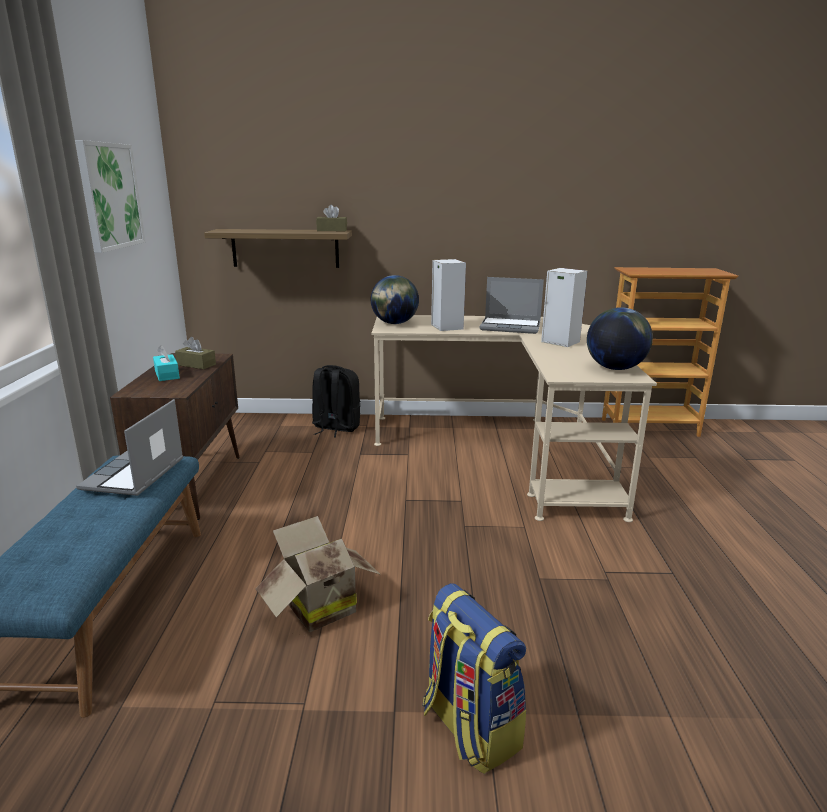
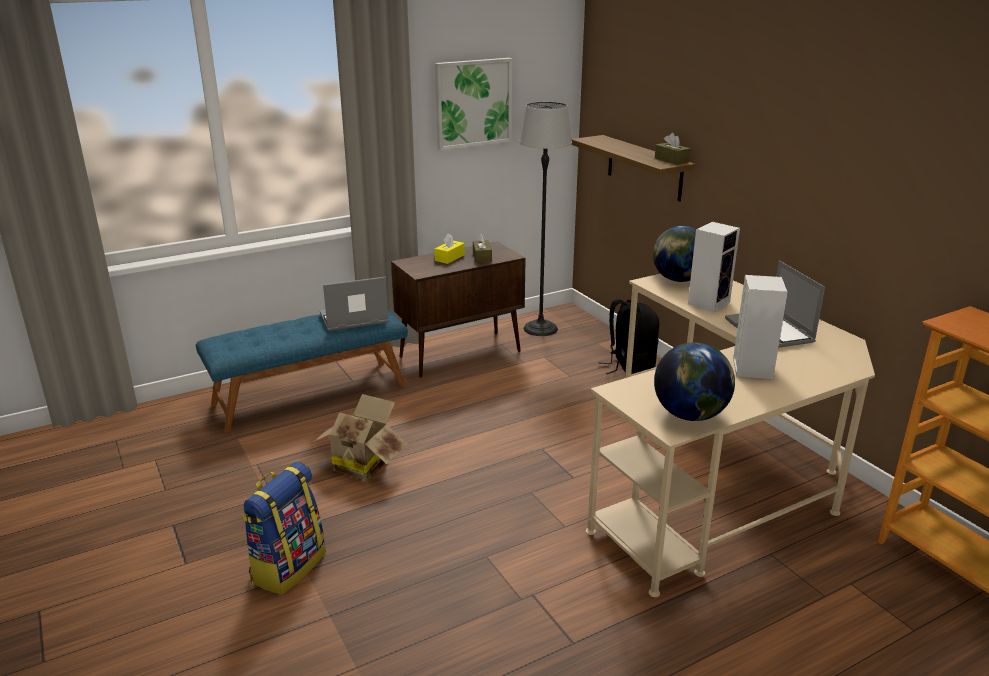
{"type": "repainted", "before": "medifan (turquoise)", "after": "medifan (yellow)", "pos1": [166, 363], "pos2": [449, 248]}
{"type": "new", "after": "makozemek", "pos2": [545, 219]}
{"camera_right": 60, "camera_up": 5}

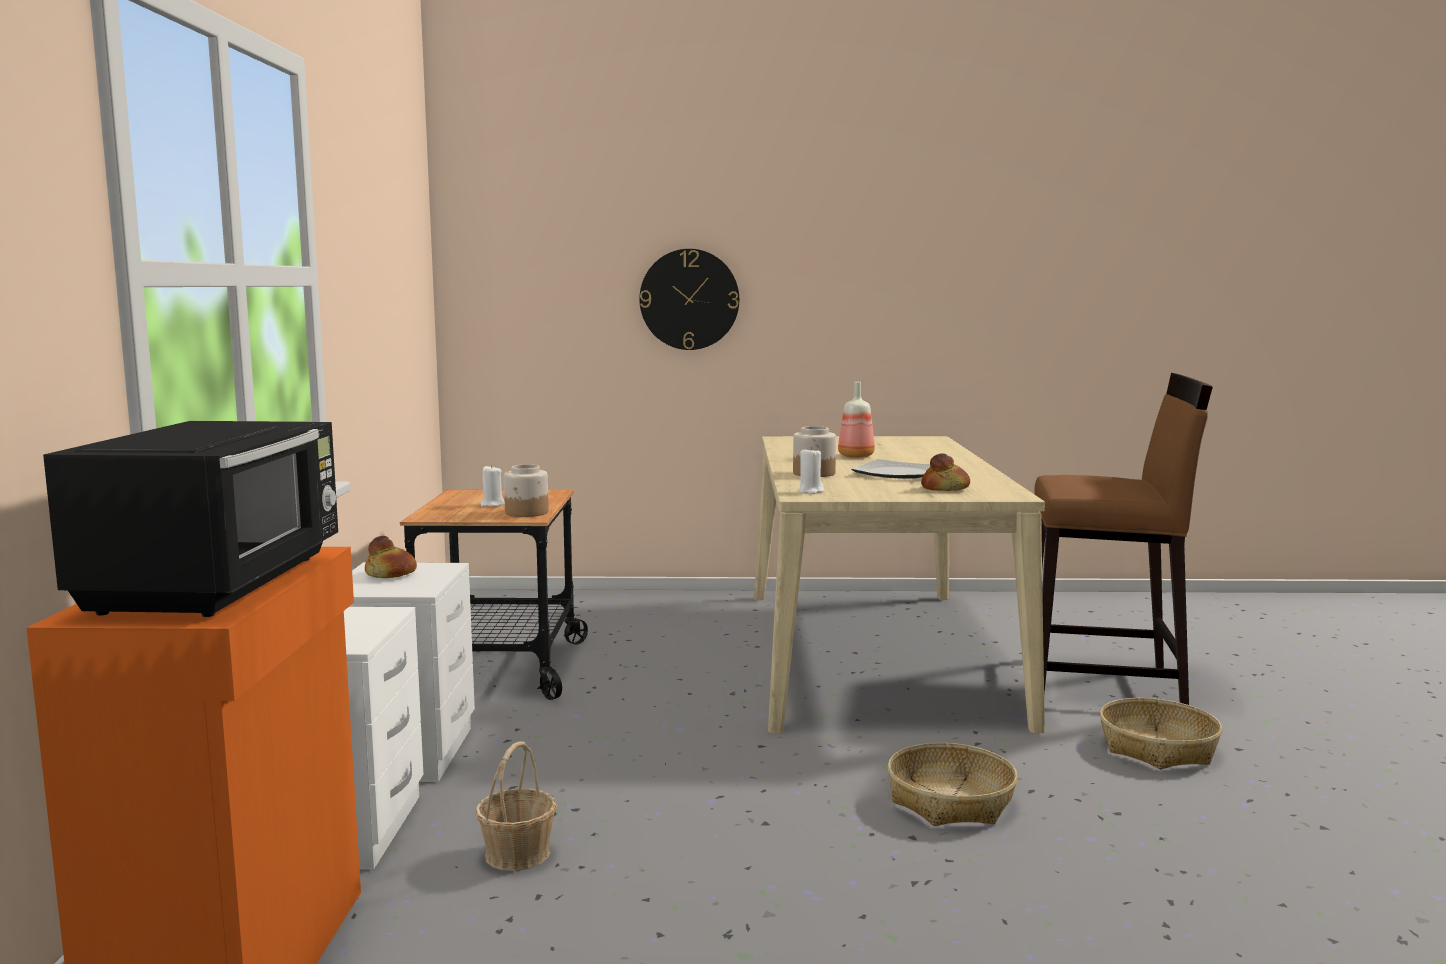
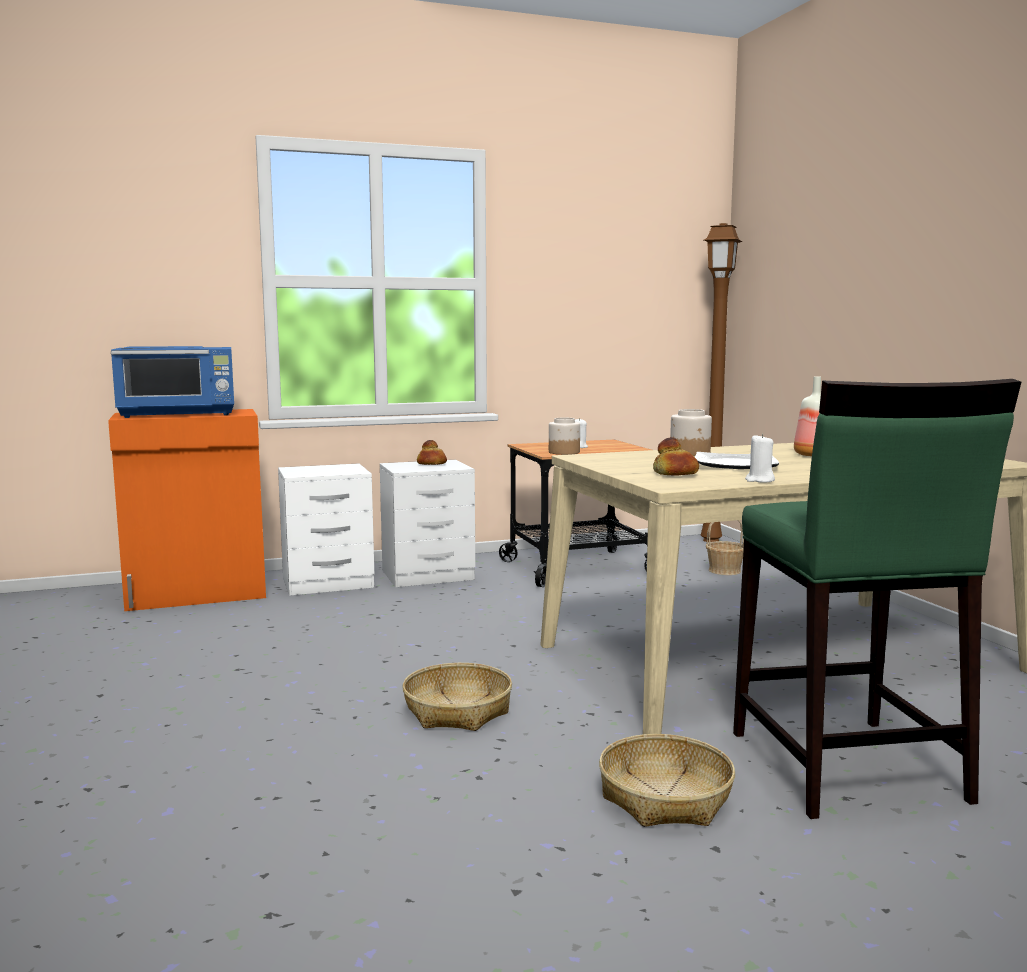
{"type": "repainted", "before": "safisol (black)", "after": "safisol (blue)", "pos1": [190, 519], "pos2": [172, 382]}
{"type": "shifted", "before": "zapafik", "pos1": [516, 806], "pos2": [725, 547]}
{"type": "gone", "before": "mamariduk", "pos1": [689, 299]}
{"type": "shifted", "before": "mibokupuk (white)", "pos1": [810, 470], "pos2": [760, 458]}
{"type": "repainted", "before": "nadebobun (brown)", "after": "nadebobun (green)", "pos1": [1123, 539], "pos2": [877, 599]}
{"type": "new", "after": "makozemek (brown)", "pos2": [721, 382]}
{"camera_right": 70, "camera_up": 0}

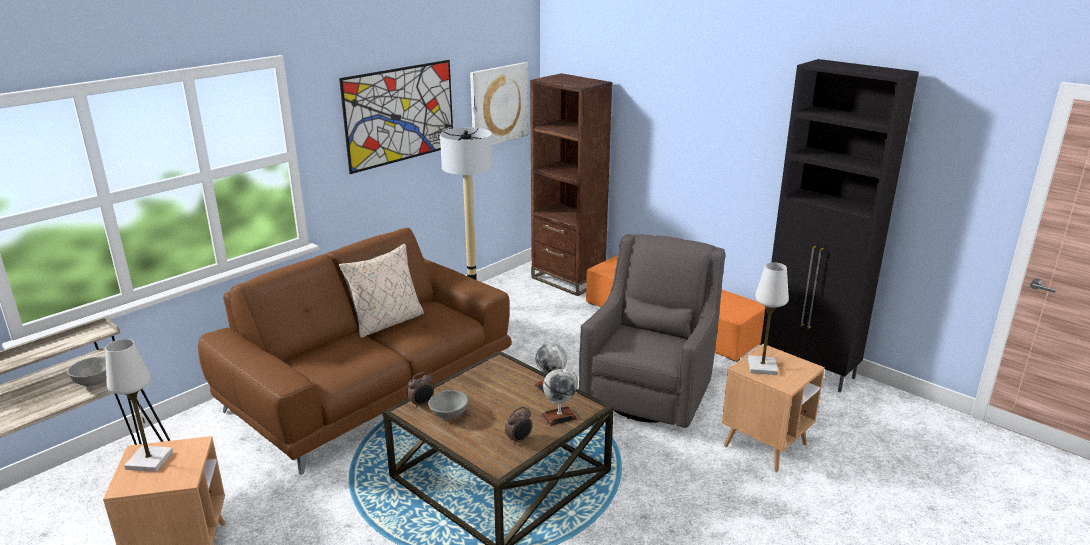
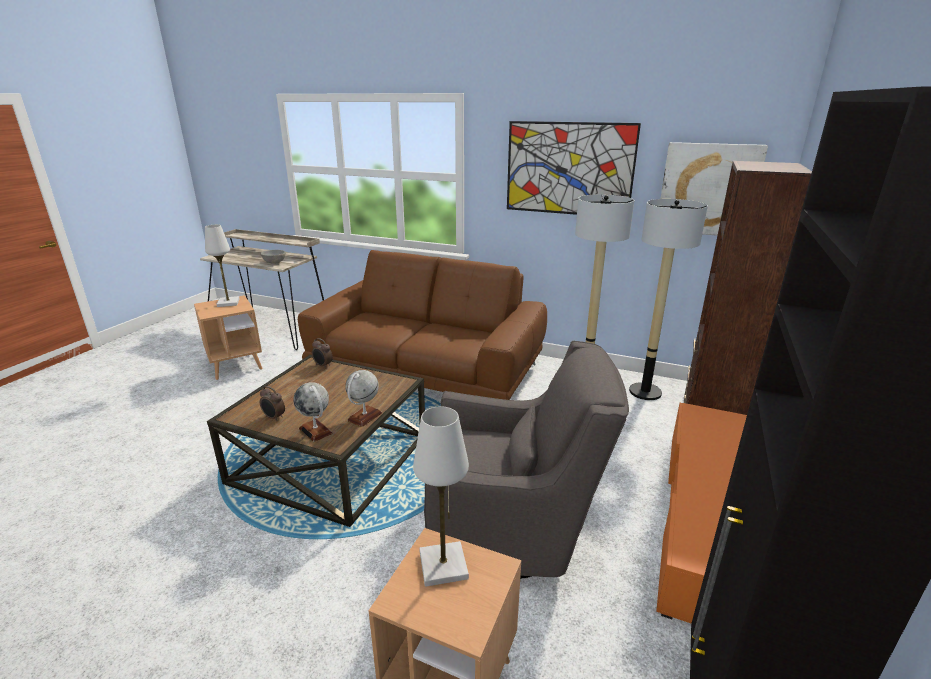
{"type": "gone", "before": "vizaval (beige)", "pos1": [381, 291]}
{"type": "gone", "before": "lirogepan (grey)", "pos1": [448, 404]}
{"type": "new", "after": "makozemek", "pos2": [668, 299]}
{"camera_right": 70, "camera_up": 0}

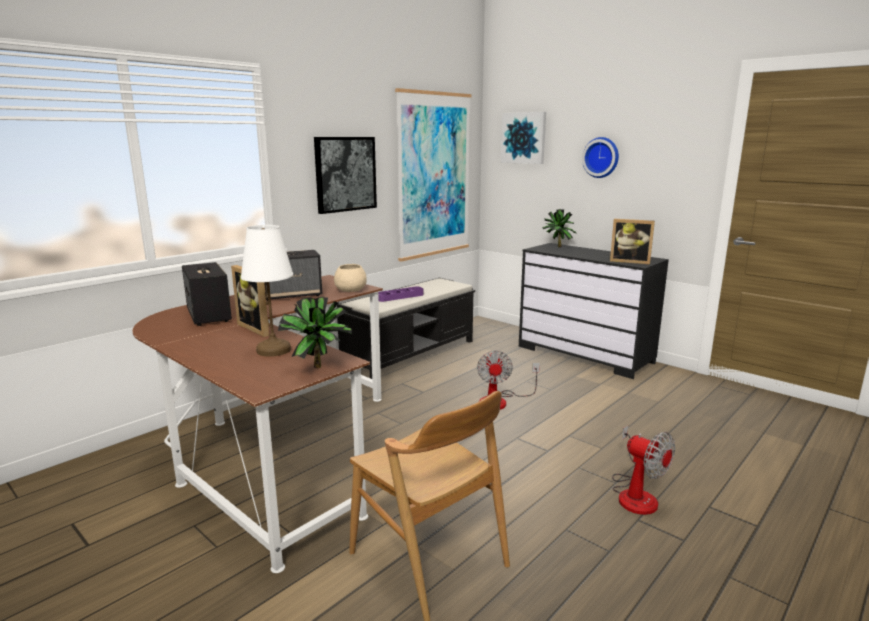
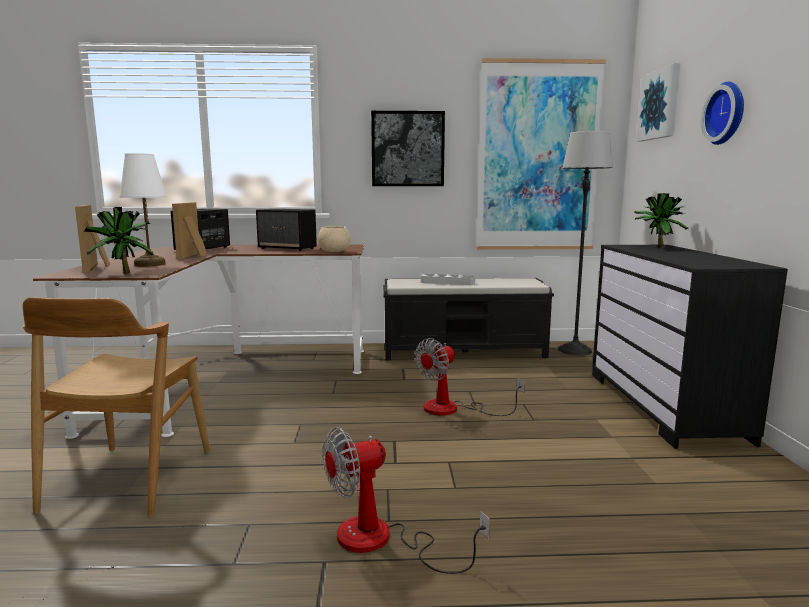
{"type": "repainted", "before": "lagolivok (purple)", "after": "lagolivok (grey)", "pos1": [400, 294], "pos2": [448, 279]}
{"type": "shifted", "before": "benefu", "pos1": [632, 242], "pos2": [92, 238]}
{"type": "rotated", "before": "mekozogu", "pos1": [643, 470], "pos2": [406, 500], "turn": 60}
{"type": "new", "after": "makozemek", "pos2": [585, 243]}
{"camera_right": 45, "camera_up": -5}

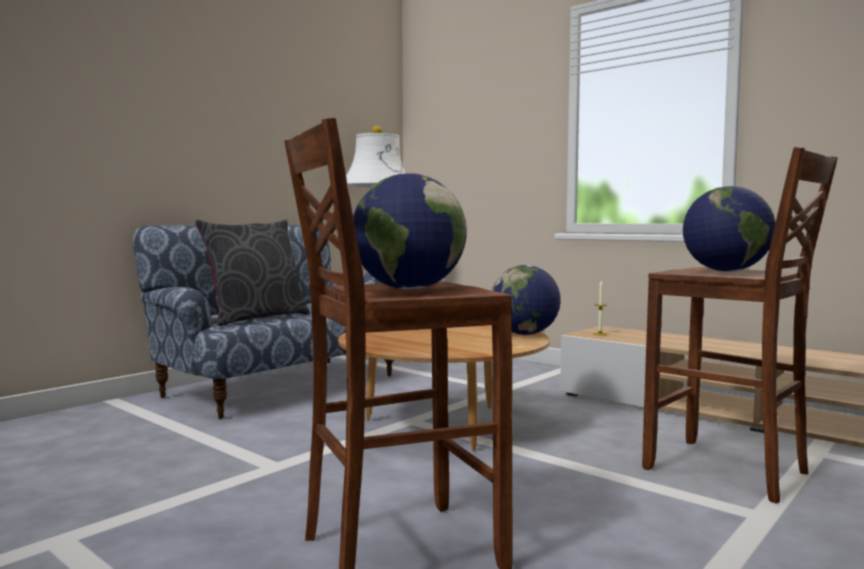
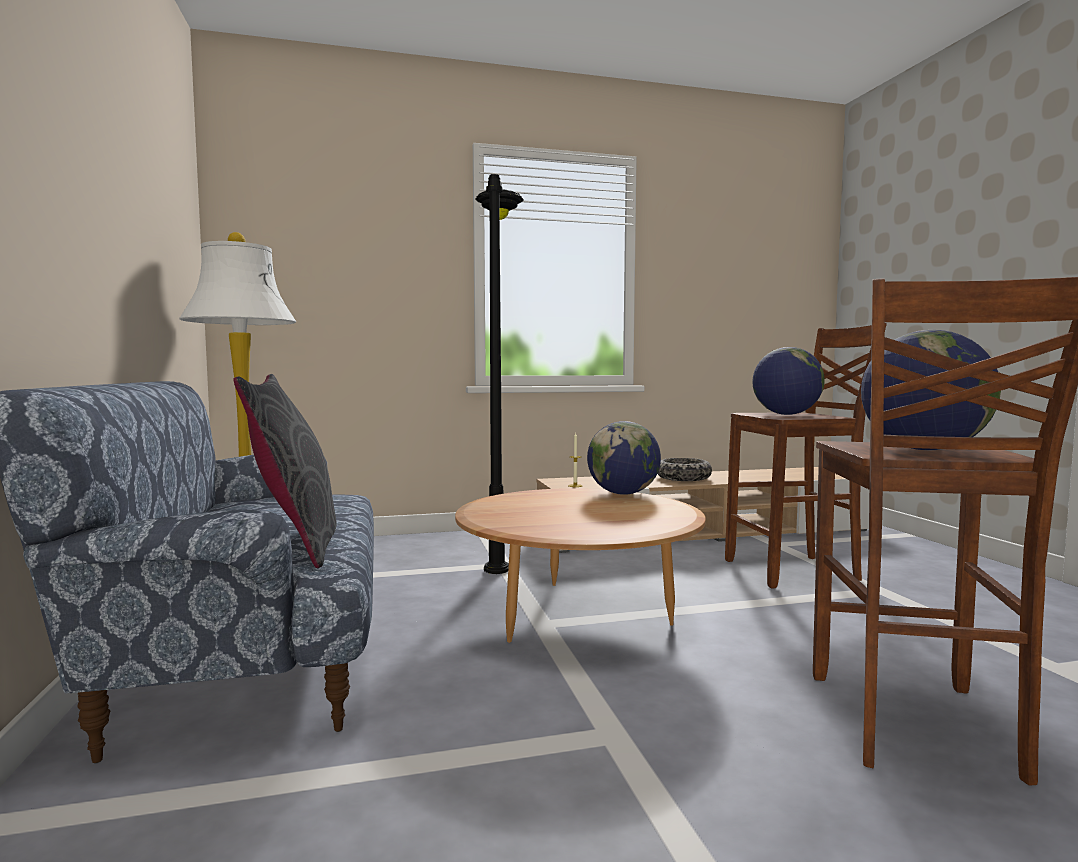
{"type": "new", "after": "makozemek (black)", "pos2": [499, 374]}
{"type": "new", "after": "lirogepan", "pos2": [684, 469]}
{"camera_right": -55, "camera_up": 0}

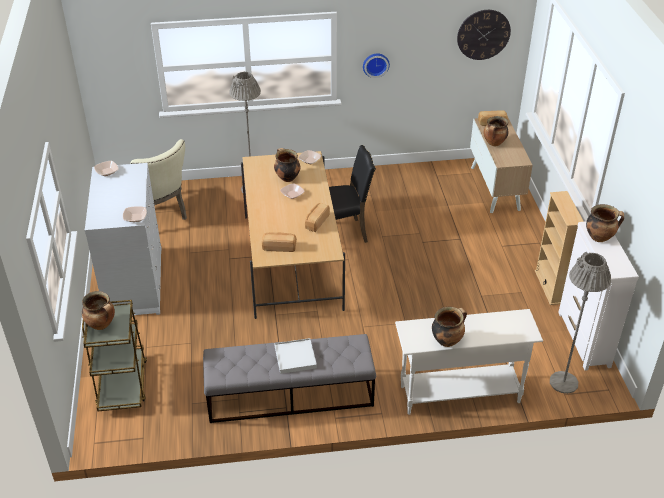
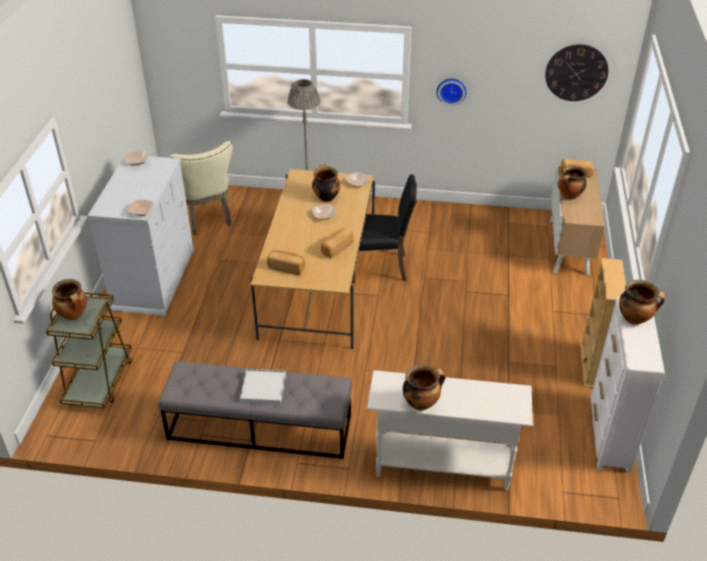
{"type": "gone", "before": "makozemek (grey)", "pos1": [580, 323]}
{"camera_right": 15, "camera_up": 0}

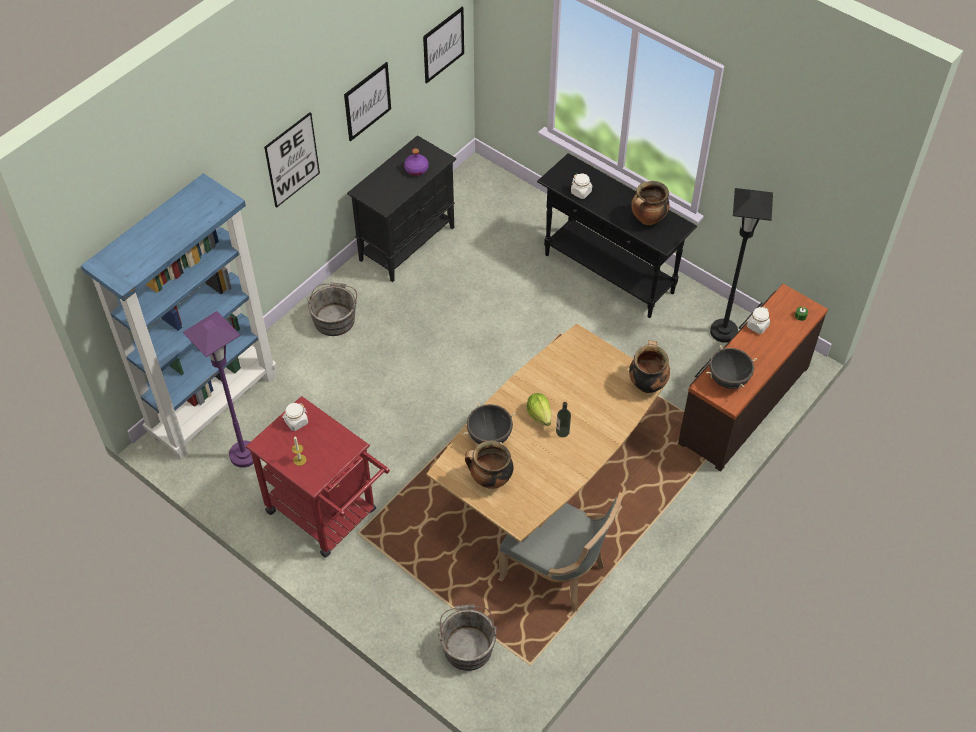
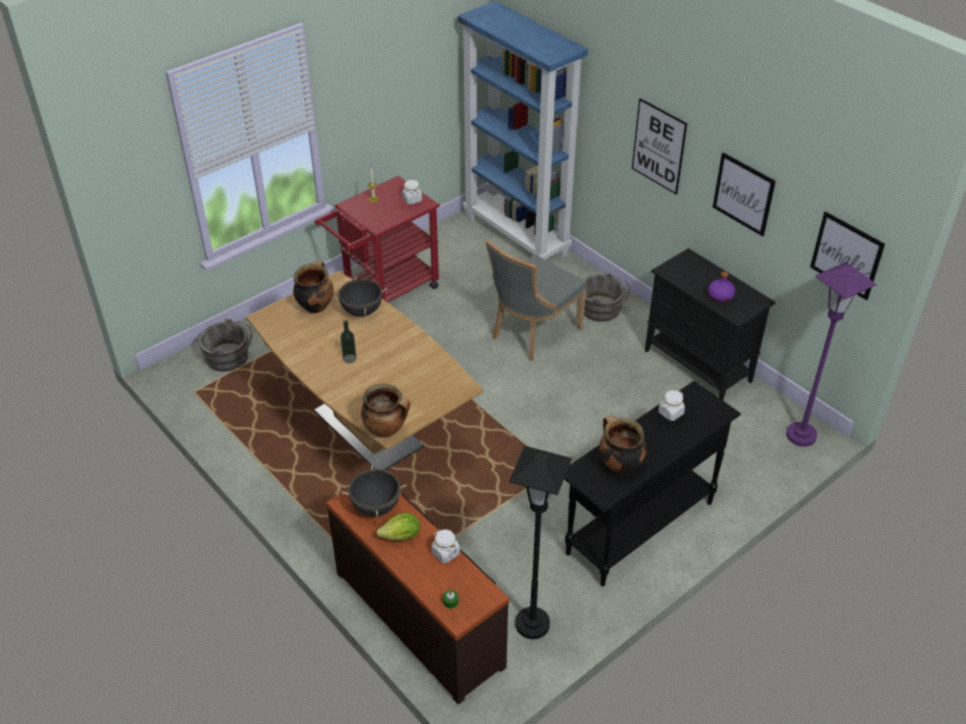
{"type": "shifted", "before": "makozemek (purple)", "pos1": [218, 389], "pos2": [831, 354]}
{"type": "shifted", "before": "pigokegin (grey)", "pos1": [561, 552], "pos2": [536, 300]}
{"type": "shifted", "before": "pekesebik", "pos1": [539, 409], "pos2": [398, 527]}
{"camera_right": 100, "camera_up": -10}

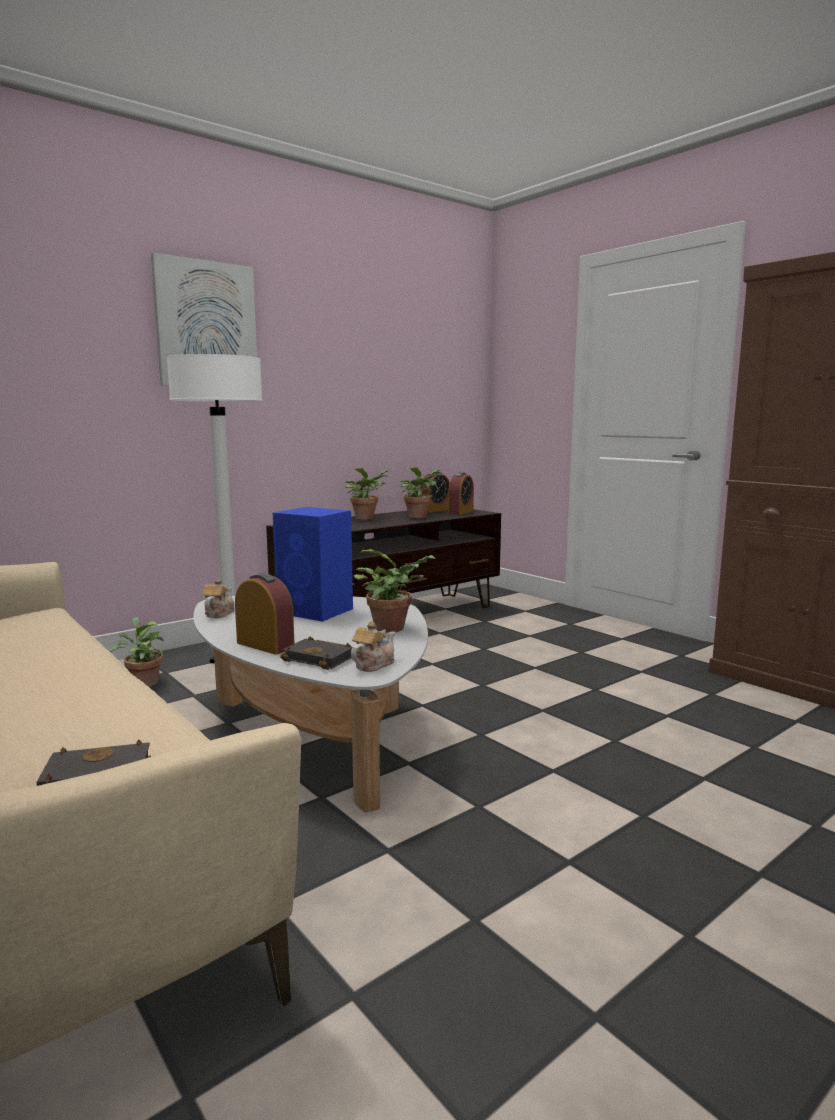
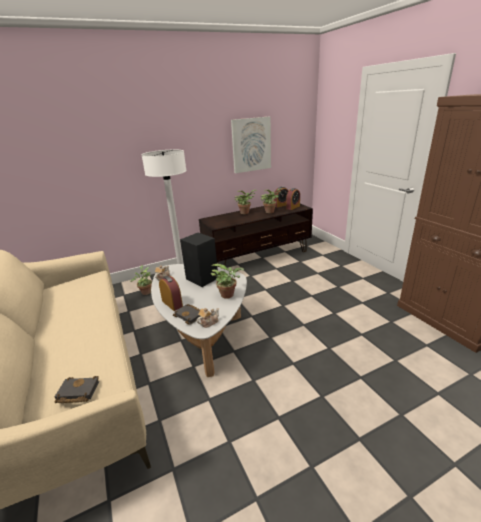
{"type": "shifted", "before": "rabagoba", "pos1": [204, 319], "pos2": [251, 144]}
{"type": "repainted", "before": "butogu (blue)", "after": "butogu (black)", "pos1": [313, 564], "pos2": [199, 260]}
{"camera_right": 15, "camera_up": 15}

